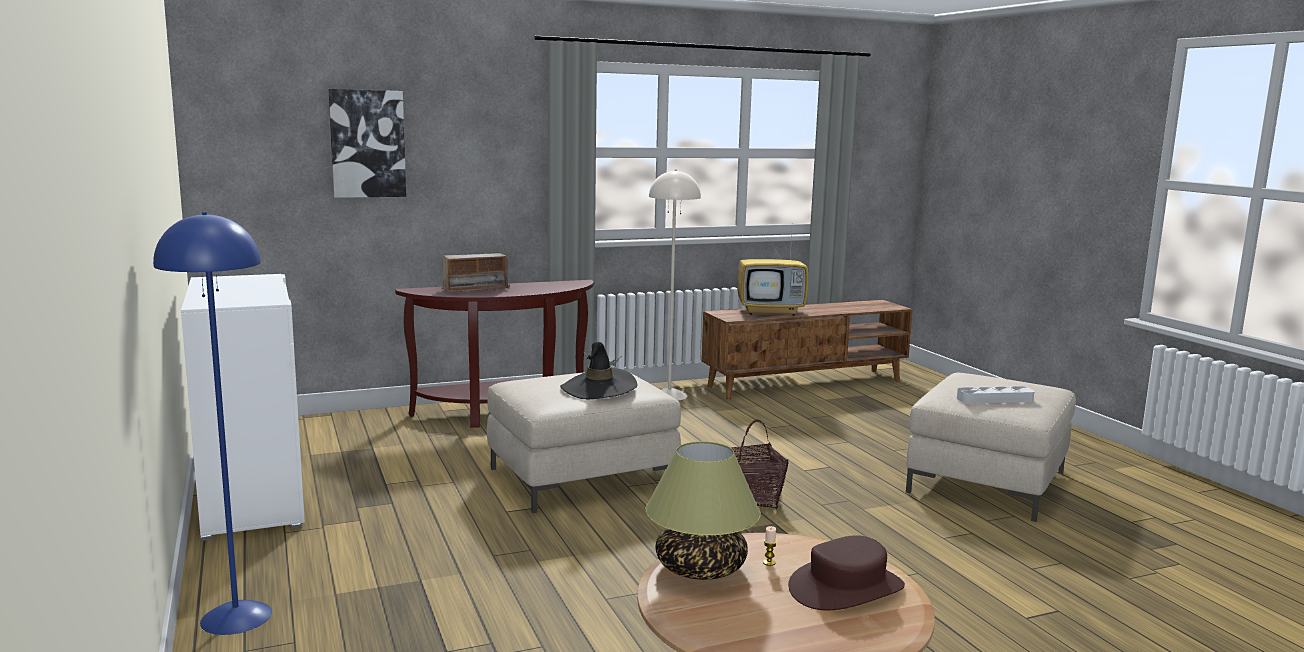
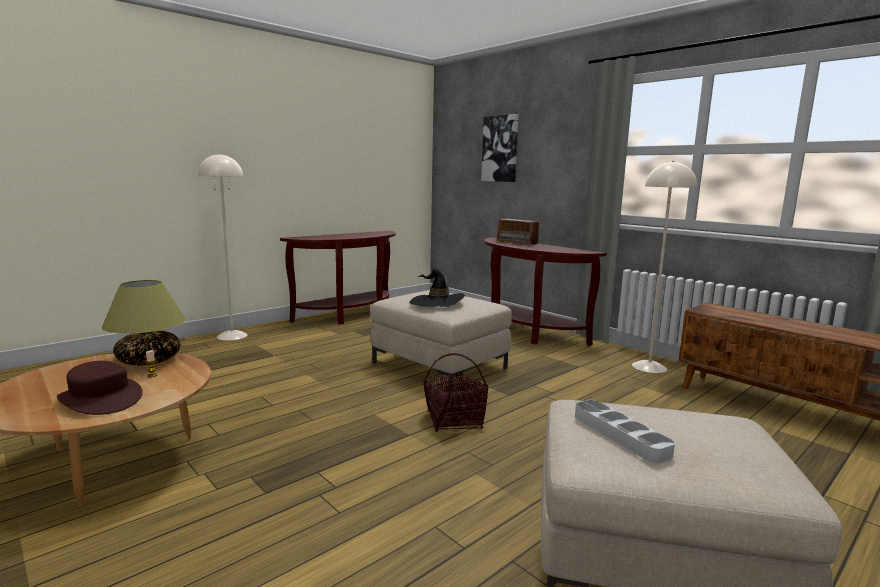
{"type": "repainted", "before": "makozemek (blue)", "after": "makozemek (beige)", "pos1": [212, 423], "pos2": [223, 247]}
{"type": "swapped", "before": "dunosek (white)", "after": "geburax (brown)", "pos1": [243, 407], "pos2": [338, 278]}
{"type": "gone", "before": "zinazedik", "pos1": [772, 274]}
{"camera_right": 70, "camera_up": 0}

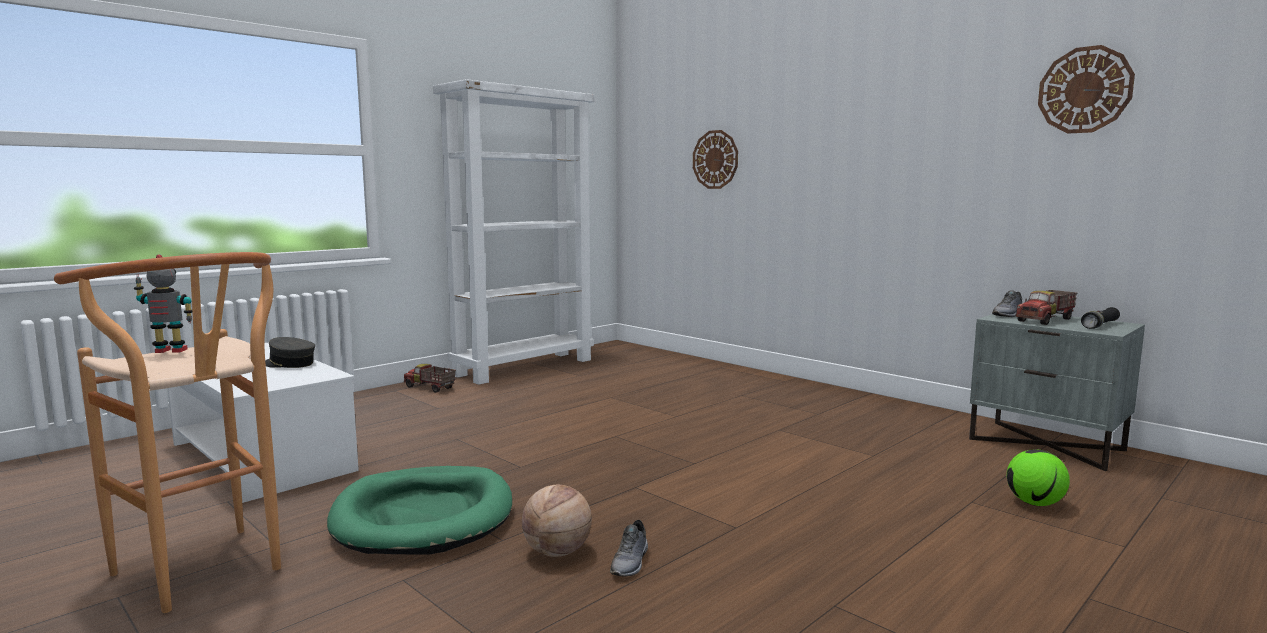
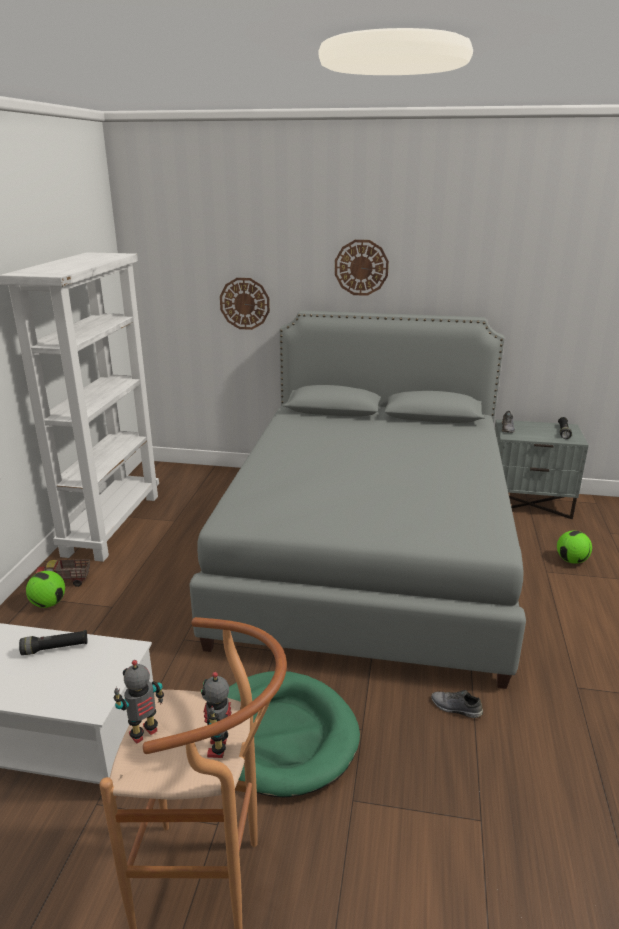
{"type": "swapped", "before": "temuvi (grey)", "after": "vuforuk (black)", "pos1": [290, 352], "pos2": [53, 642]}
{"type": "gone", "before": "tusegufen", "pos1": [557, 521]}
{"type": "rotated", "before": "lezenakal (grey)", "pos1": [629, 548], "pos2": [457, 704], "turn": 135}
{"type": "gone", "before": "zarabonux", "pos1": [1046, 307]}
{"type": "shifted", "before": "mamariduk", "pos1": [1086, 89], "pos2": [362, 268]}
{"type": "new", "after": "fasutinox", "pos2": [45, 589]}
{"type": "new", "after": "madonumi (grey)", "pos2": [357, 499]}
{"type": "new", "after": "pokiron", "pos2": [216, 715]}
{"camera_right": -35, "camera_up": 15}

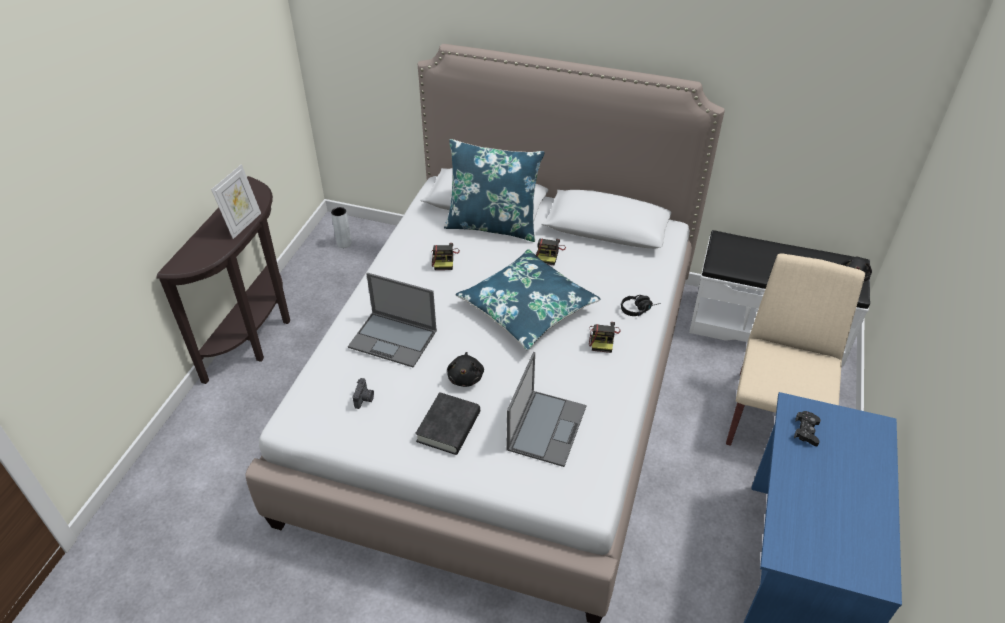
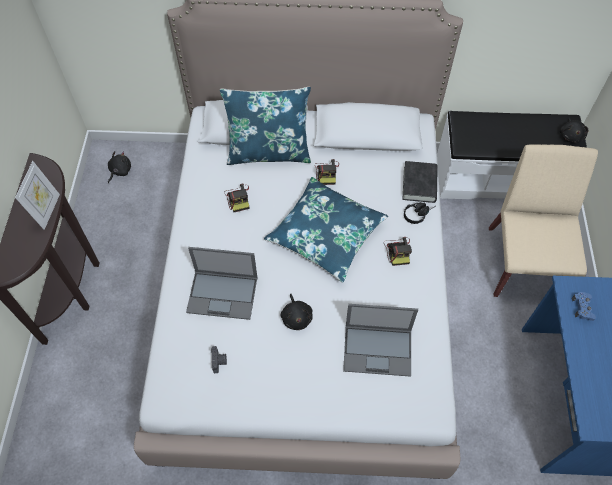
{"type": "swapped", "before": "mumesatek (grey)", "after": "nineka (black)", "pos1": [341, 227], "pos2": [119, 167]}
{"type": "shifted", "before": "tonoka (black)", "pos1": [447, 423], "pos2": [420, 182]}
{"type": "rotated", "before": "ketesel", "pos1": [547, 409], "pos2": [380, 340], "turn": 90}
{"type": "repainted", "before": "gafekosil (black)", "after": "gafekosil (blue)", "pos1": [807, 428], "pos2": [584, 306]}
{"camera_right": -15, "camera_up": 15}

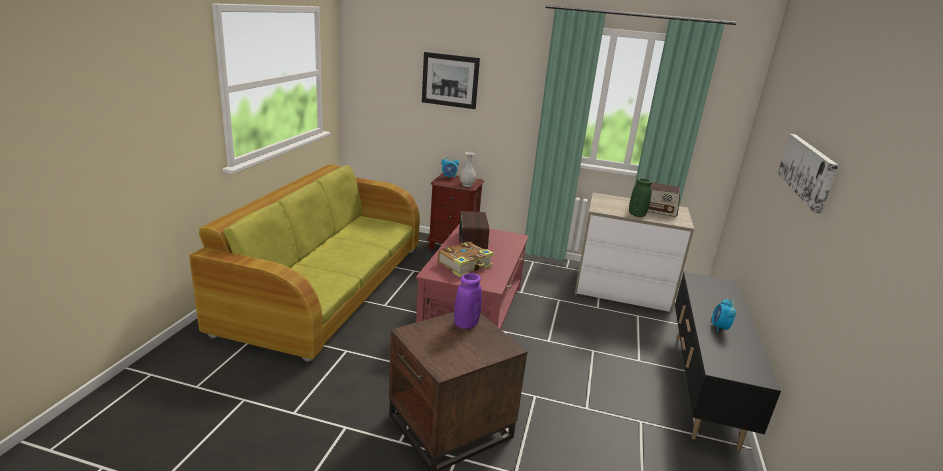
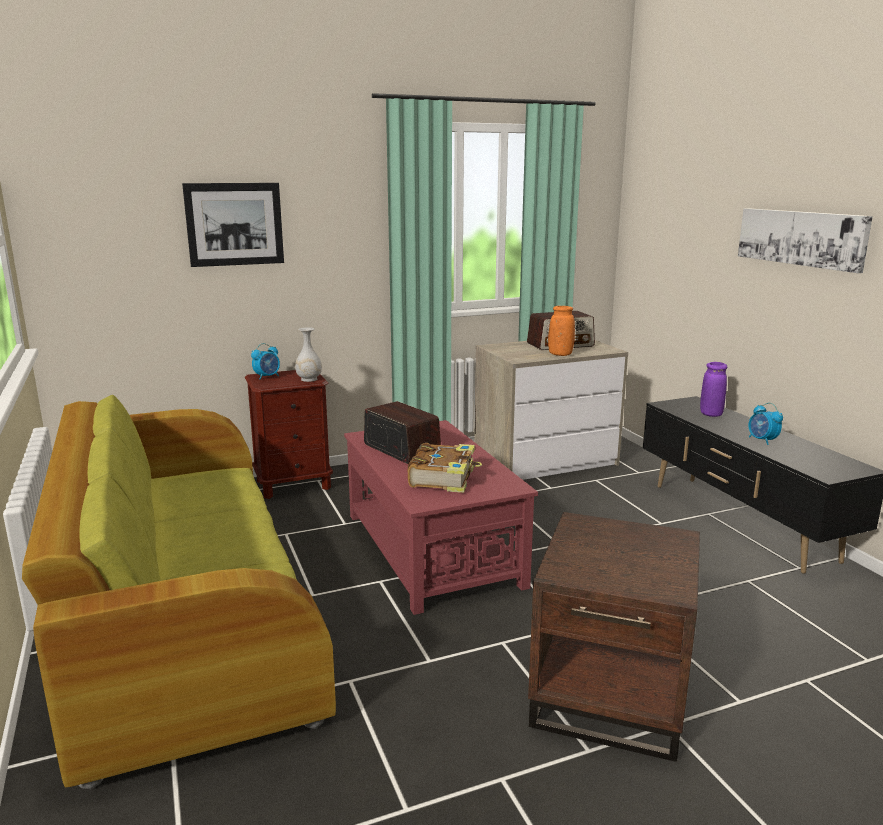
{"type": "shifted", "before": "mumesatek (purple)", "pos1": [468, 301], "pos2": [713, 389]}
{"type": "repainted", "before": "mumesatek (green)", "after": "mumesatek (orange)", "pos1": [640, 197], "pos2": [561, 331]}
{"camera_right": -35, "camera_up": -5}

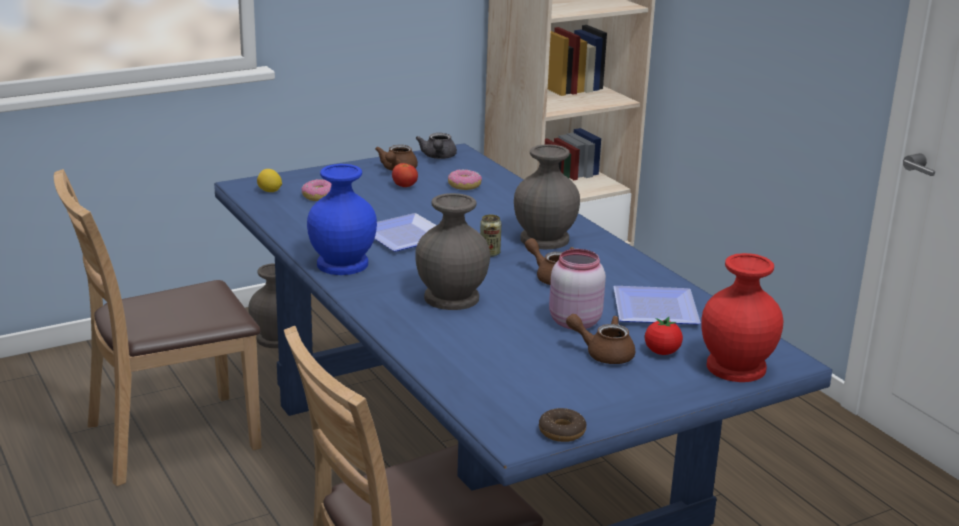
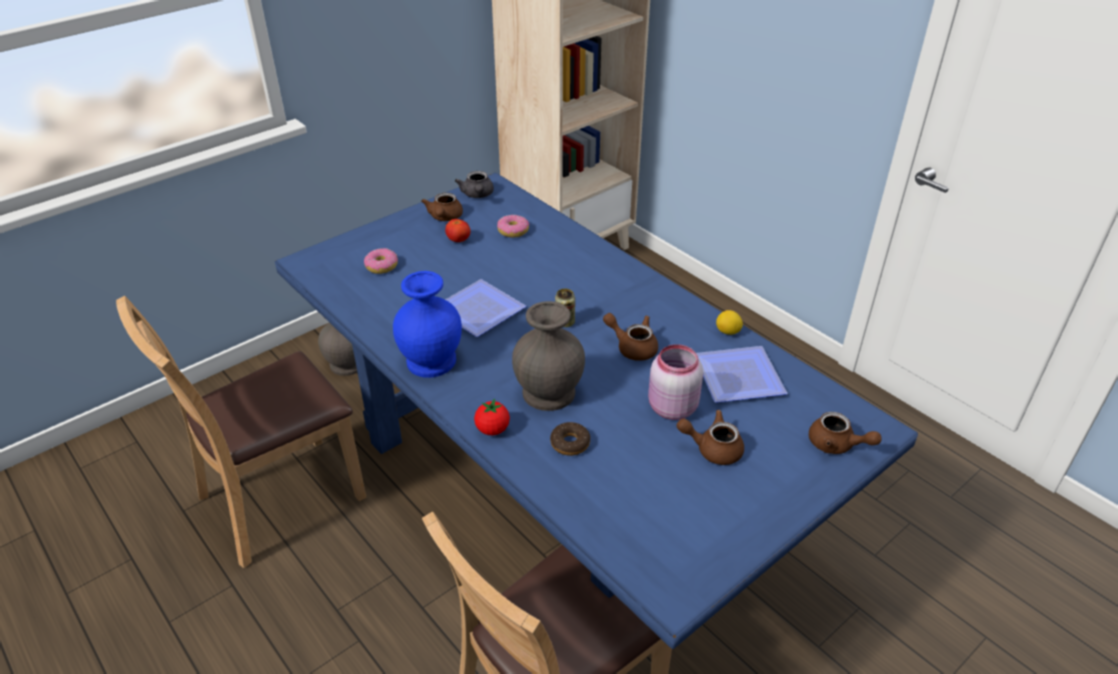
{"type": "shifted", "before": "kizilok", "pos1": [269, 180], "pos2": [729, 322]}
{"type": "gone", "before": "mumesatek (grey)", "pos1": [547, 196]}
{"type": "shifted", "before": "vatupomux", "pos1": [563, 425], "pos2": [570, 439]}
{"type": "shifted", "before": "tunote", "pos1": [664, 336], "pos2": [492, 417]}
{"type": "swapped", "before": "mumesatek (red)", "after": "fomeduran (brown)", "pos1": [742, 317], "pos2": [845, 433]}
{"camera_right": -10, "camera_up": 15}

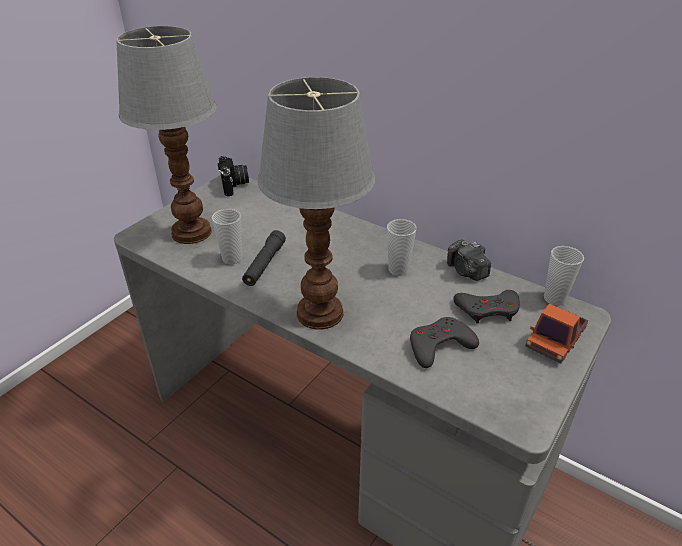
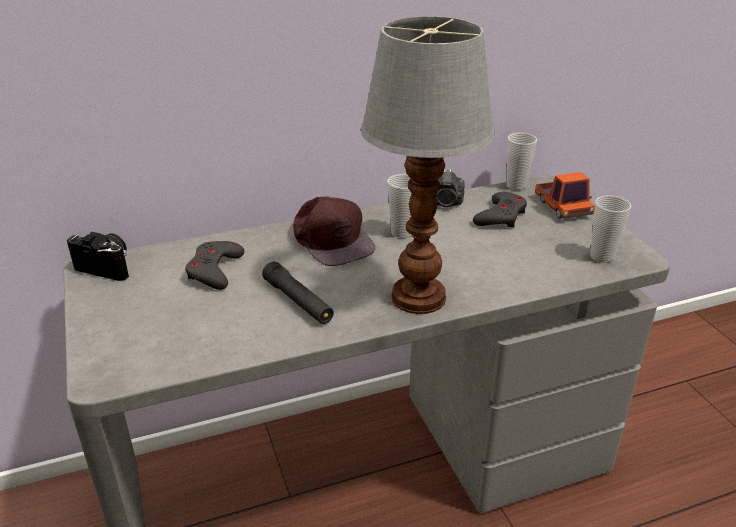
{"type": "gone", "before": "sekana", "pos1": [166, 135]}
{"type": "shifted", "before": "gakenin", "pos1": [227, 236], "pos2": [610, 229]}
{"type": "shifted", "before": "gafekosil (grey)", "pos1": [444, 342], "pos2": [214, 265]}
{"type": "new", "after": "temuvi (brown)", "pos2": [334, 231]}
{"camera_right": -55, "camera_up": -5}

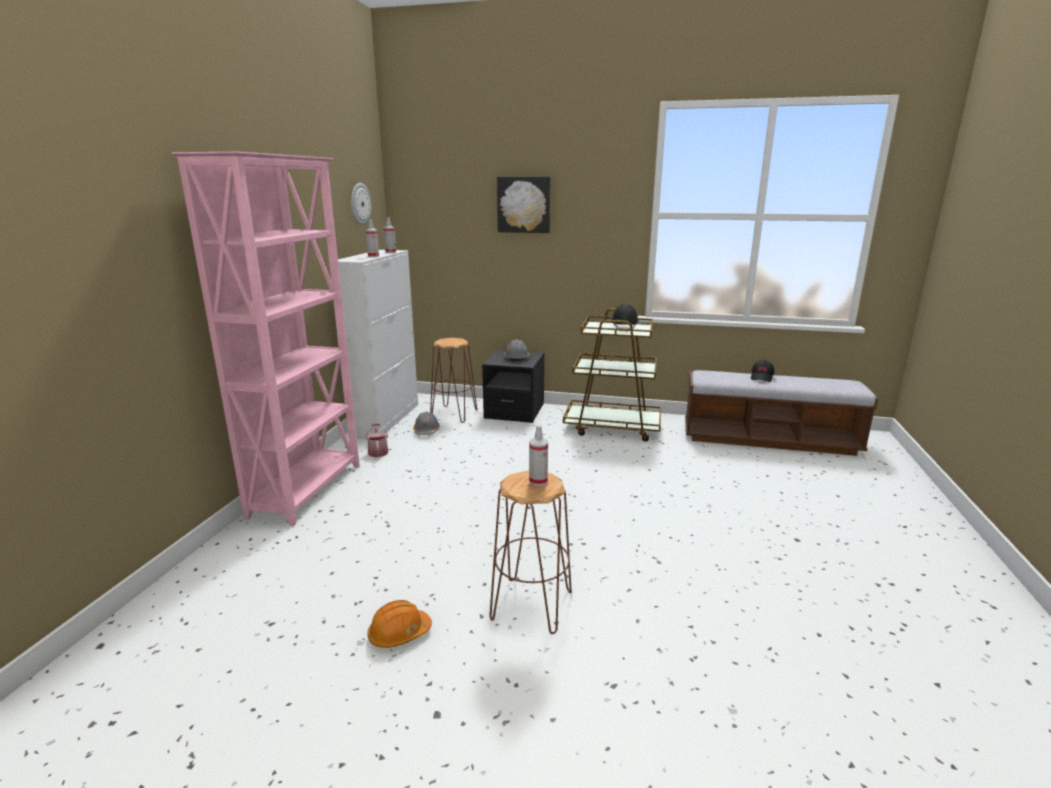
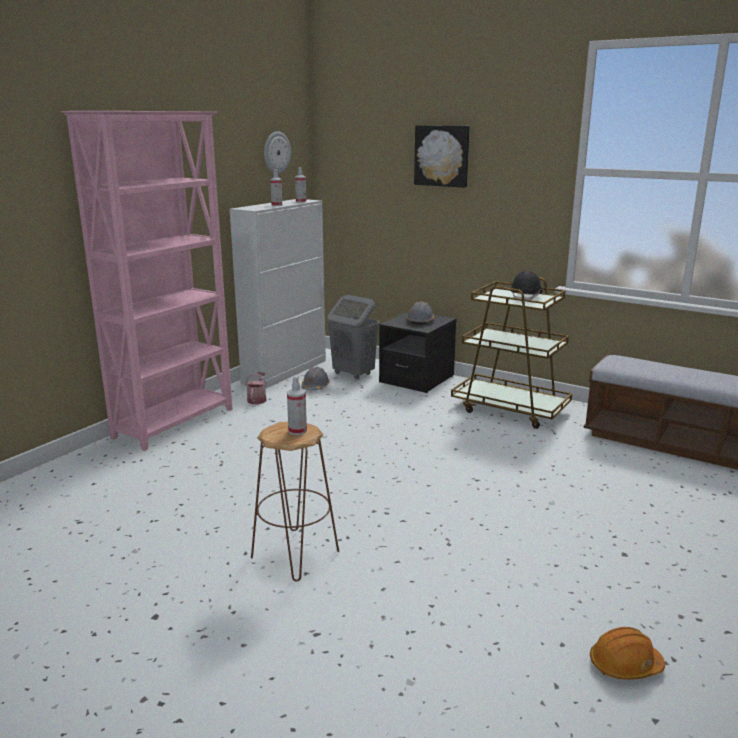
{"type": "shifted", "before": "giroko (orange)", "pos1": [399, 624], "pos2": [627, 653]}
{"type": "swapped", "before": "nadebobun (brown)", "after": "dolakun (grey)", "pos1": [453, 380], "pos2": [353, 337]}
{"type": "gone", "before": "temuvi (black)", "pos1": [762, 371]}
{"camera_right": 20, "camera_up": 0}

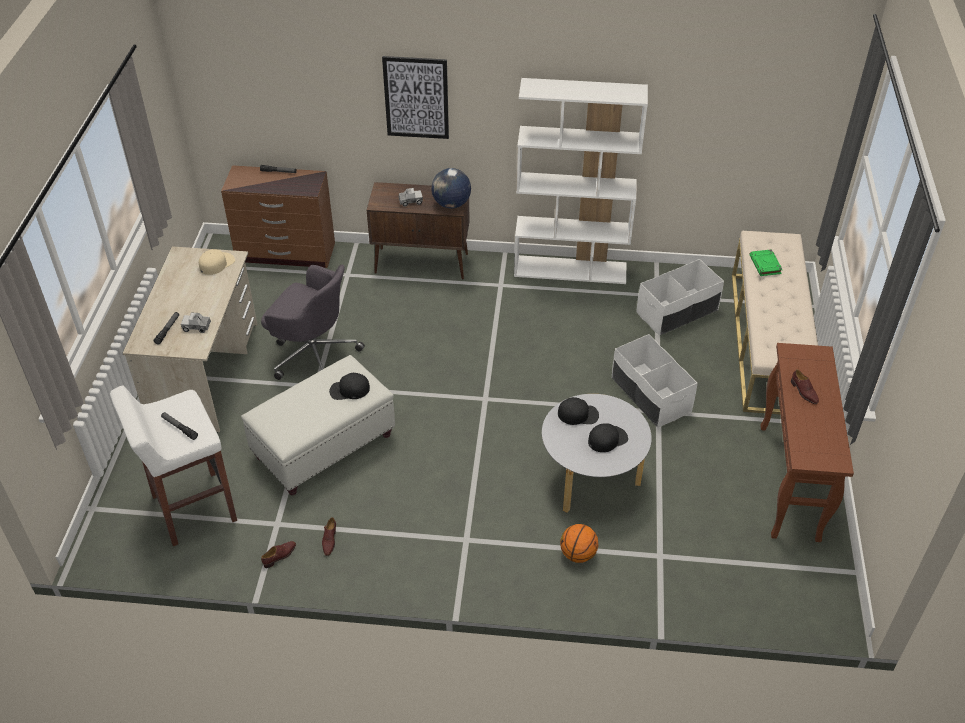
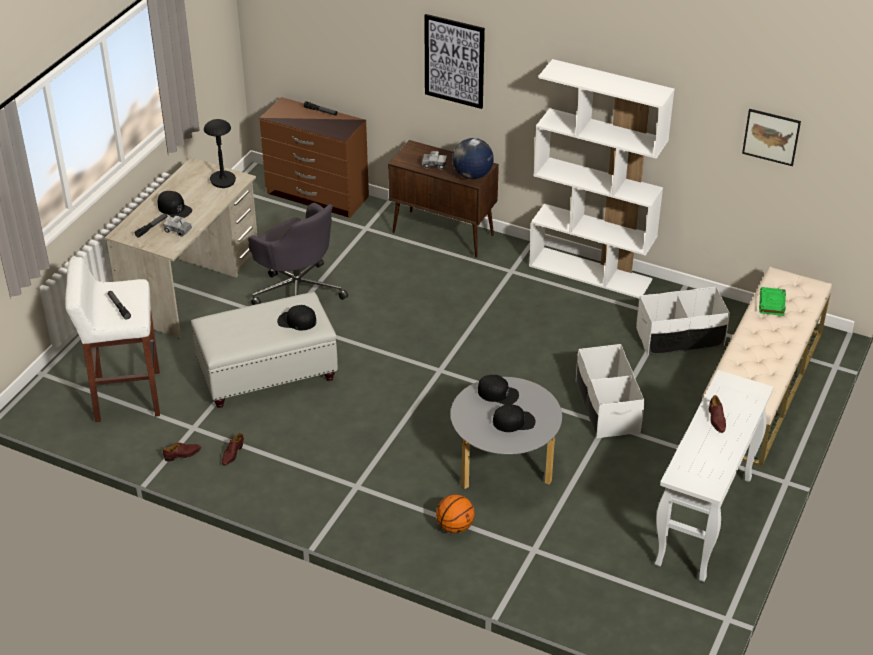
{"type": "swapped", "before": "temuvi (beige)", "after": "sekana (black)", "pos1": [217, 262], "pos2": [220, 153]}
{"type": "repainted", "before": "geburax (brown)", "after": "geburax (white)", "pos1": [807, 442], "pos2": [714, 476]}
{"type": "new", "after": "temuvi (black)", "pos2": [175, 204]}
{"type": "new", "after": "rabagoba", "pos2": [771, 137]}
{"camera_right": 20, "camera_up": -5}

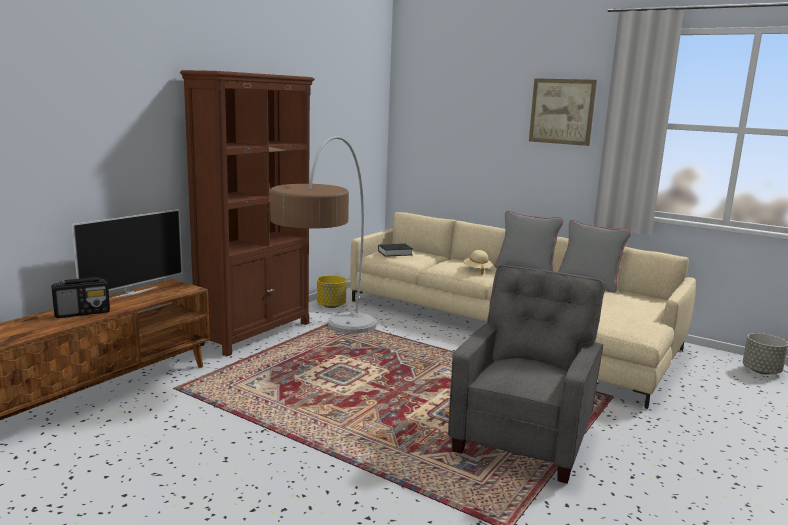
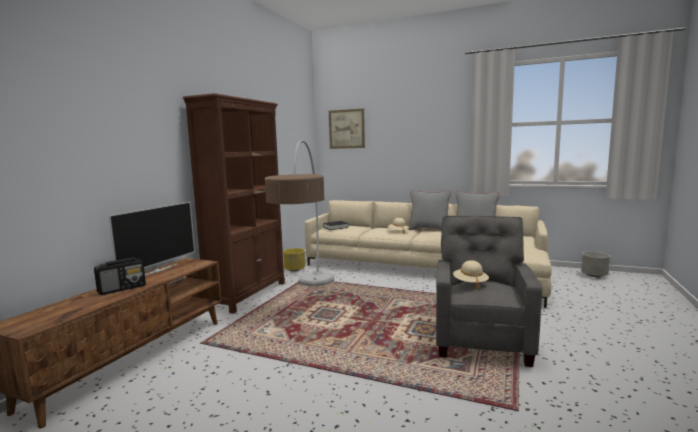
{"type": "shifted", "before": "rabagoba", "pos1": [563, 112], "pos2": [347, 128]}
{"type": "new", "after": "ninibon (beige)", "pos2": [471, 275]}
{"camera_right": -10, "camera_up": -5}

